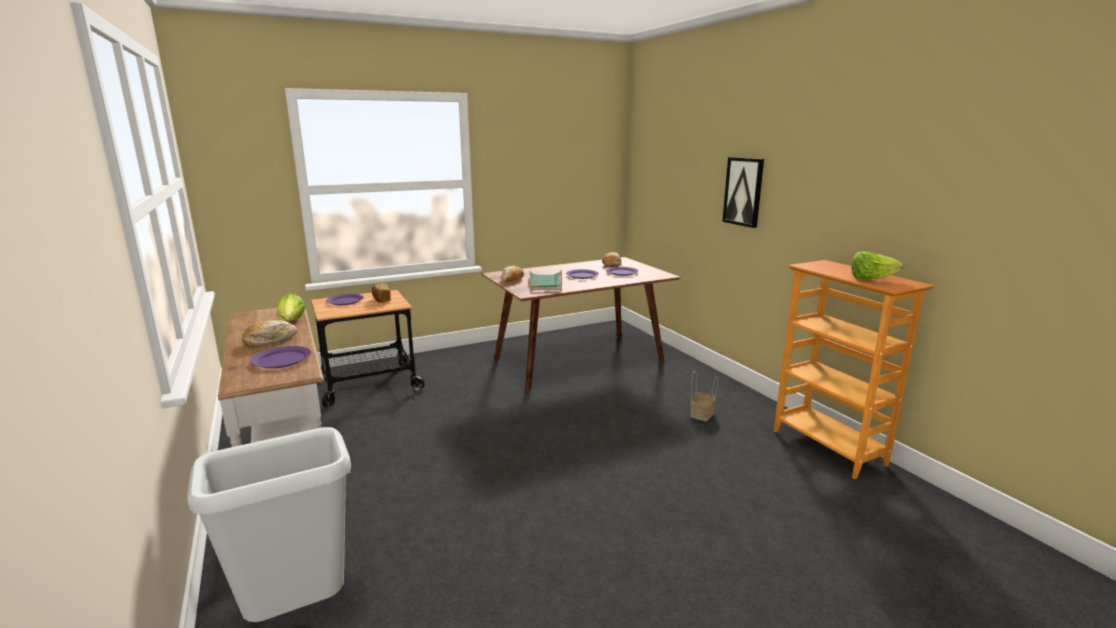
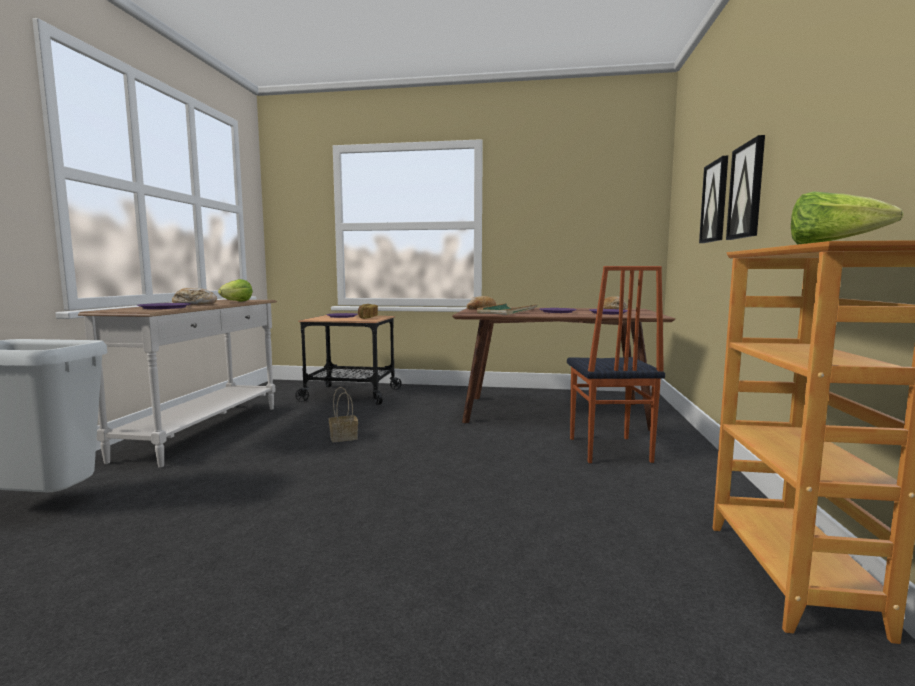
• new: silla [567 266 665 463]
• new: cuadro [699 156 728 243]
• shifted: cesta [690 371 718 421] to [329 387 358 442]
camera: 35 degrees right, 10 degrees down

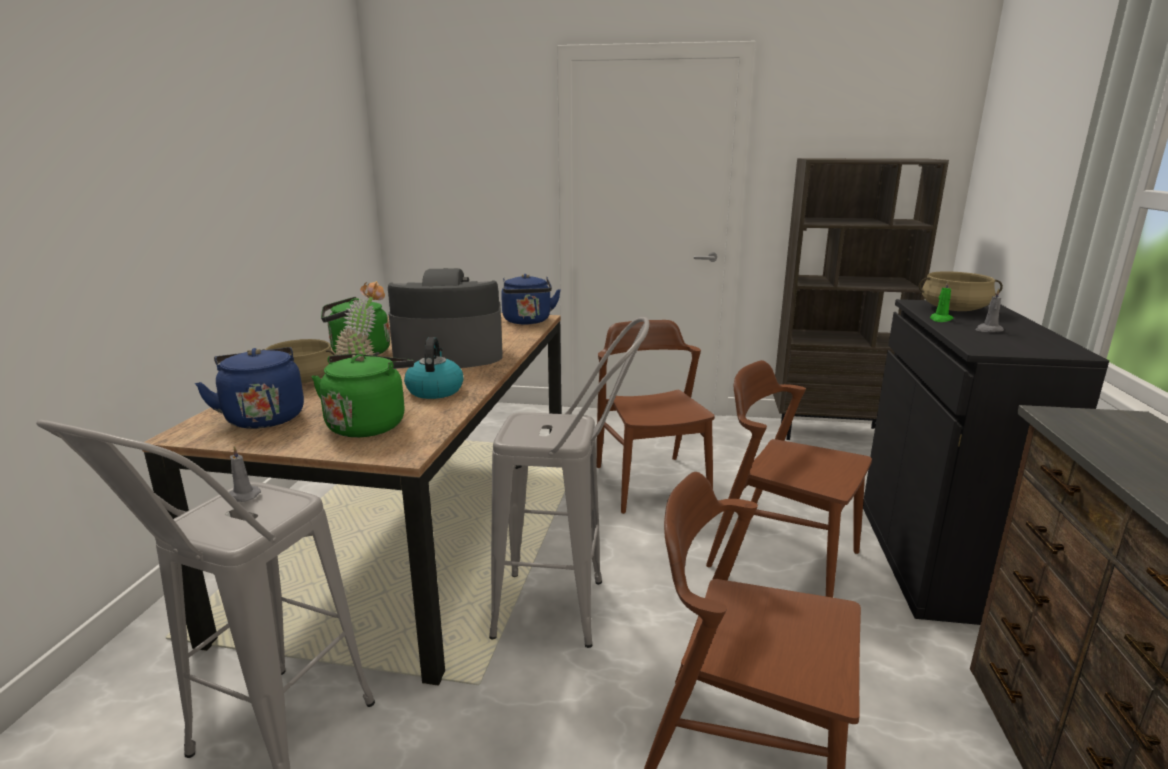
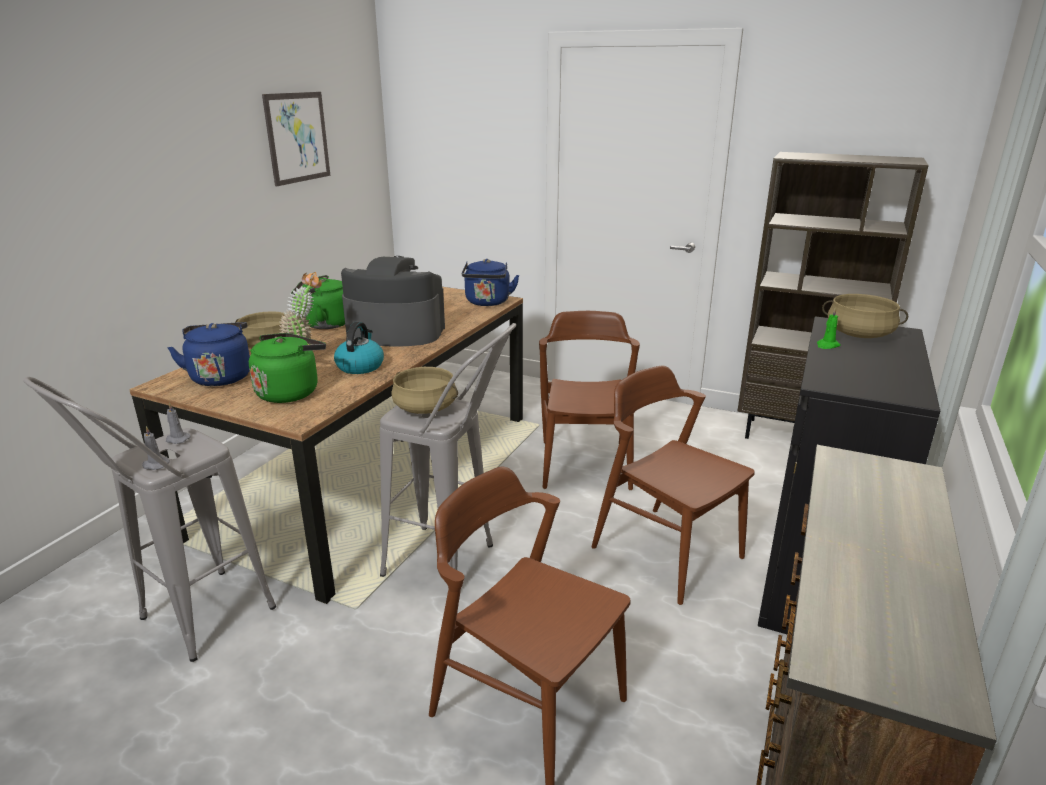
• new: cuadro [262 92 330 186]
• new: olla [beis] [391 367 458 414]
• shifted: vela [gris] [975 288 1004 332] to [142 426 170 470]
camera: 15 degrees right, 5 degrees up

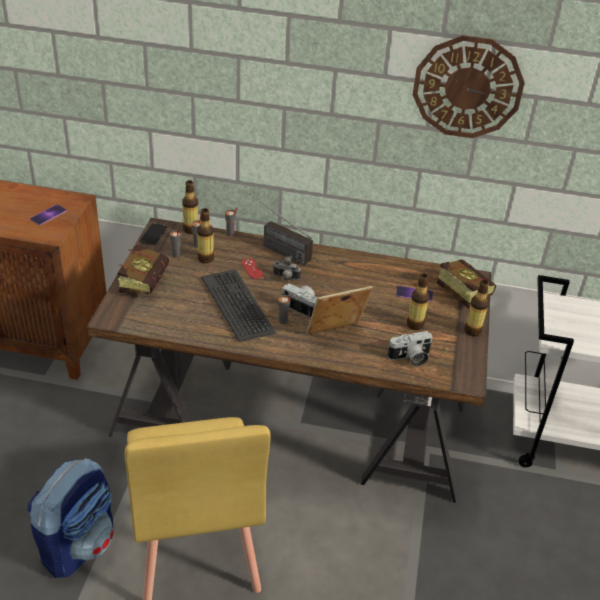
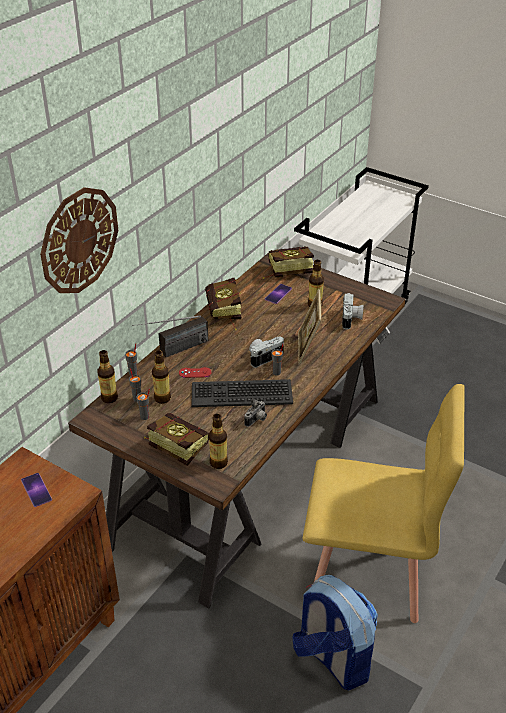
• gone: móvil [139 223 167 245]
• new: libro [205 278 241 330]
• shifted: cámara [273 256 301 281] to [244 398 267 427]
• shifted: reloj de pared [413 35 525 138] to [40 187 118 293]
• shifted: botella [464 280 489 336] to [209 414 228 469]
camera: 65 degrees left, 0 degrees up

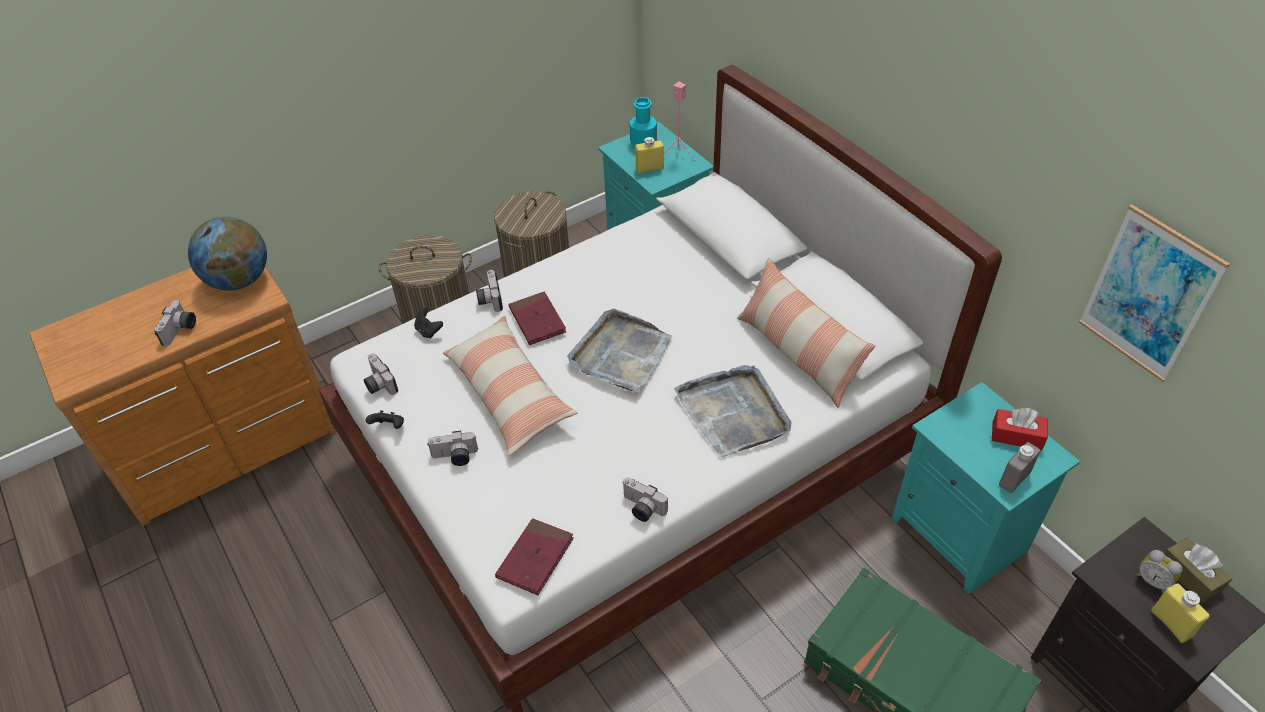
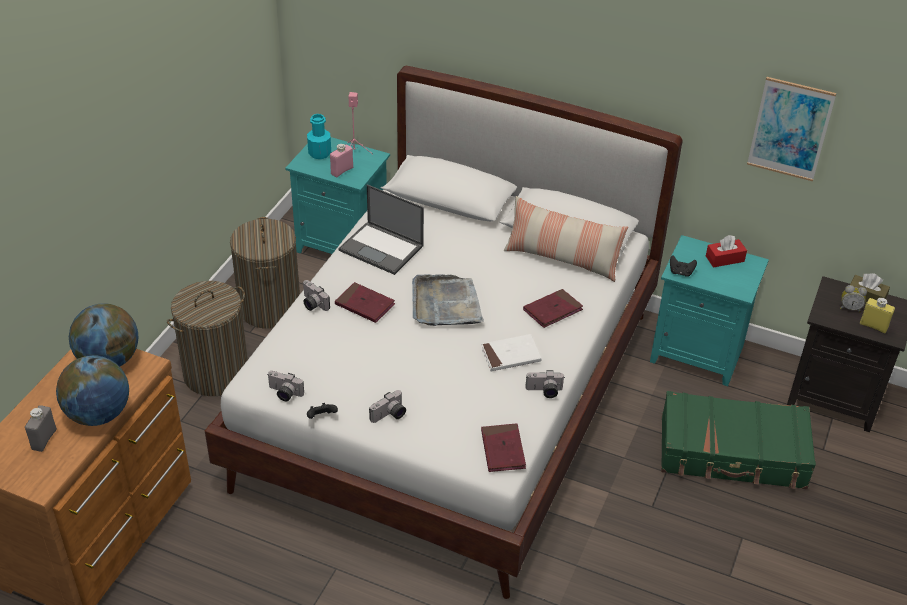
• gone: cojín [443 316 578 456]
• new: portátil [338 184 424 275]
• new: libro [blanco] [481 334 542 371]
• shifted: mando de consola [negro] [414 307 443 339] to [670 255 697 277]
• shifted: botella [gris] [999 442 1040 493] to [25 405 57 452]
• swapped: cámara [154 300 196 346] to globo terráqueo [56 355 129 426]
• swapped: bandeja [gris] [674 365 791 457] to libro [rojo] [523 289 583 328]
• repainted: botella [amarillo] [635 137 664 174] to botella [rosa] [330 144 353 177]
camera: 35 degrees left, 5 degrees down

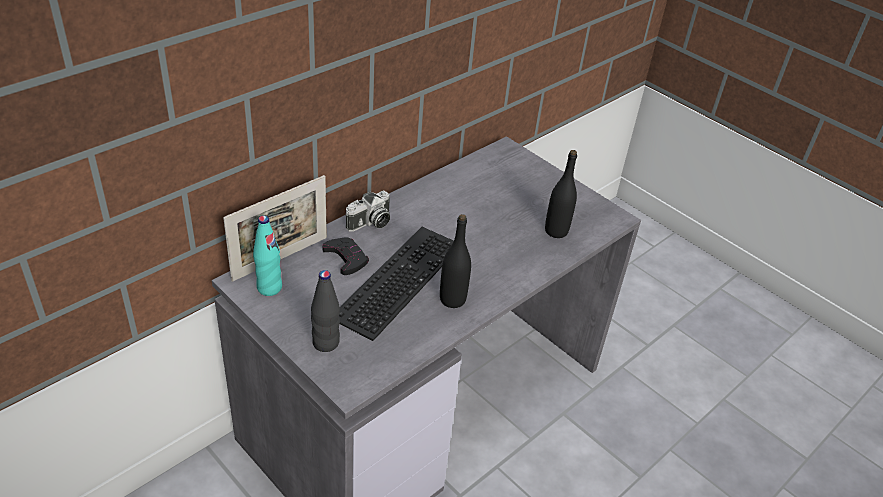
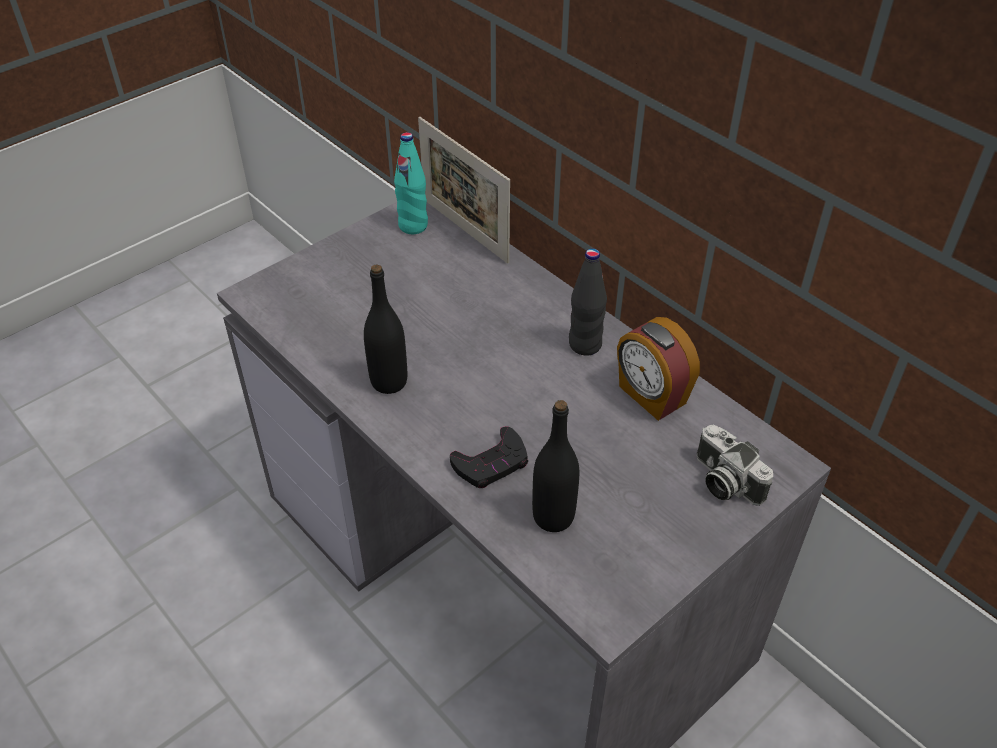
• gone: teclado [339 227 454 341]
• new: despertador [617 317 700 421]
• shifted: botella [negro] [311 270 340 352] to [569 248 607 356]
• shifted: mando de consola [negro] [323 237 369 275] to [450 426 528 488]
• shifted: cámara [346 191 390 232] to [697 425 773 506]
camera: 95 degrees right, 5 degrees up

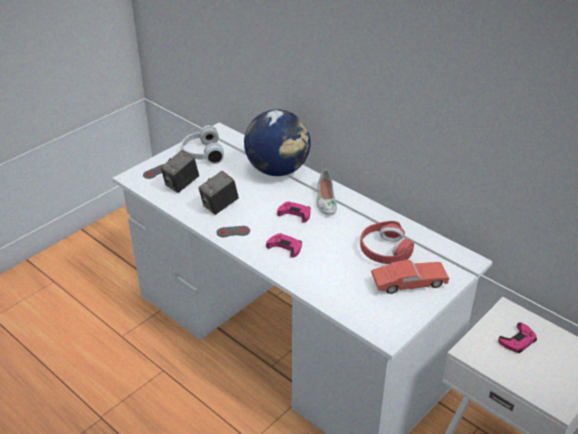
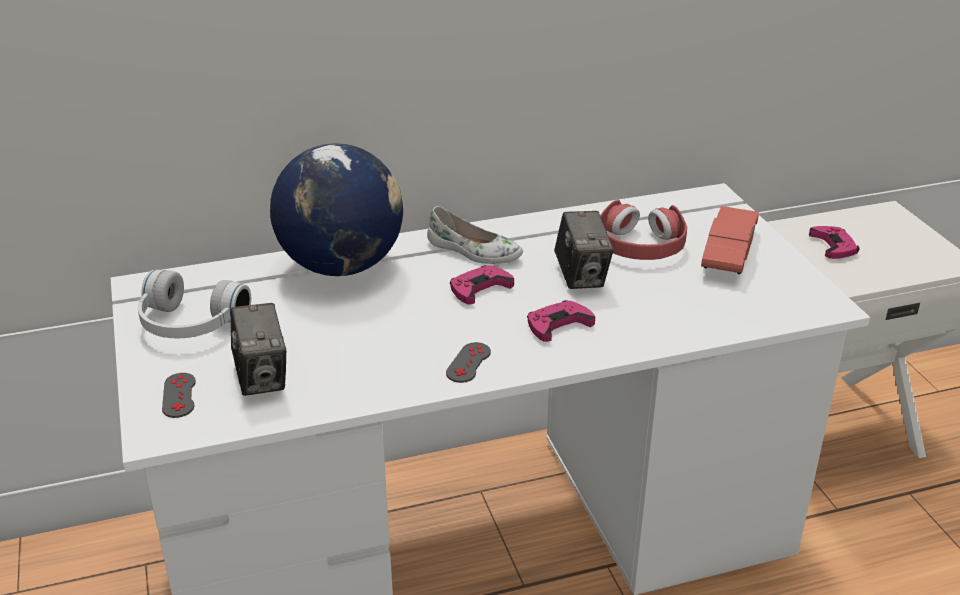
• shifted: cámara [199 171 239 215] to [554 211 614 289]
camera: 60 degrees left, 5 degrees down

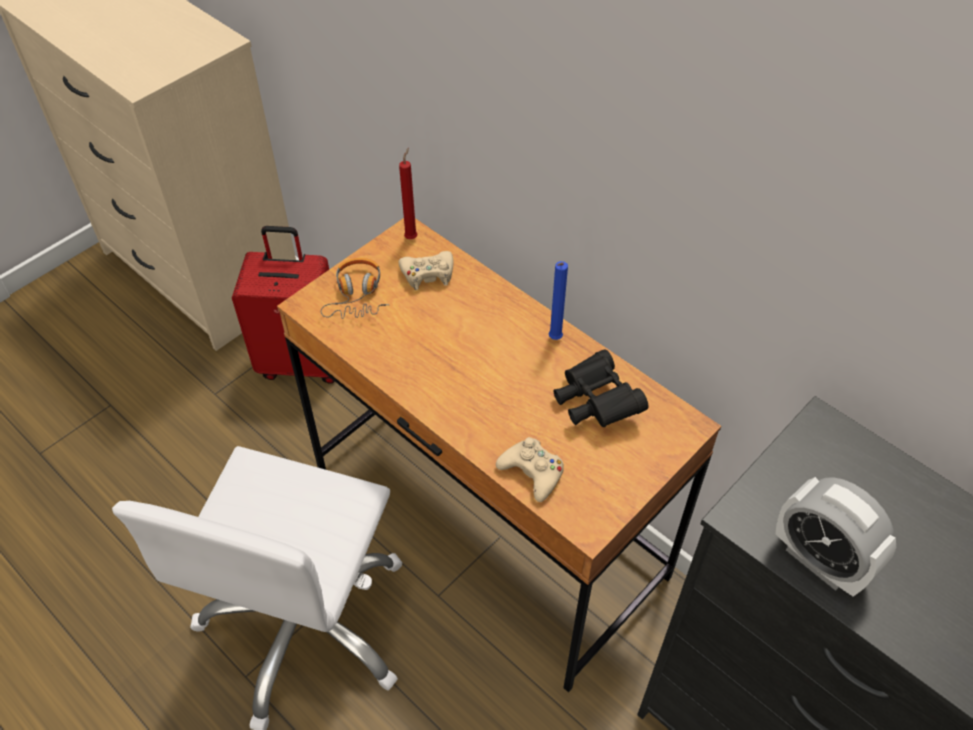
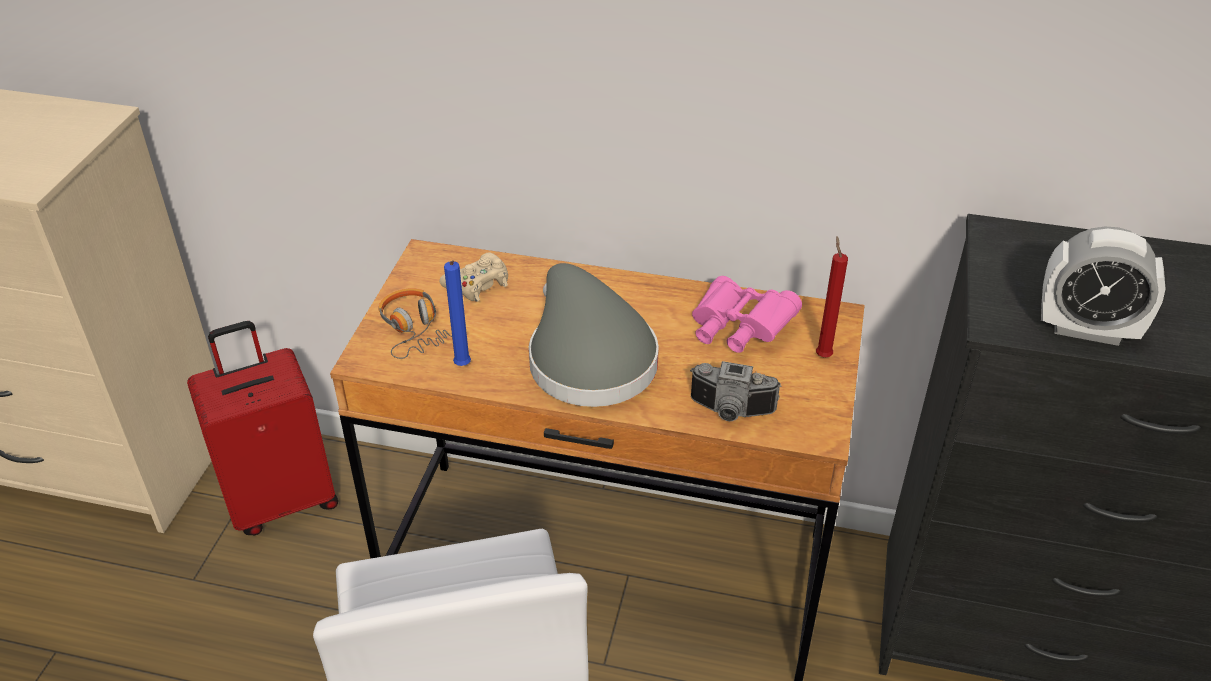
• new: sombrero [gris] [529 263 659 407]
• shifted: vela [rojo] [399 148 417 239] to [816 236 848 357]
• shifted: vela [azul] [549 261 568 340] to [444 261 471 366]
• swapped: mando de consola [beis] [496 437 564 502] to cámara [690 361 781 421]
• repainted: prismáticos [negro] [554 349 649 427] to prismáticos [rosa] [692 276 802 353]
camera: 30 degrees left, 10 degrees down

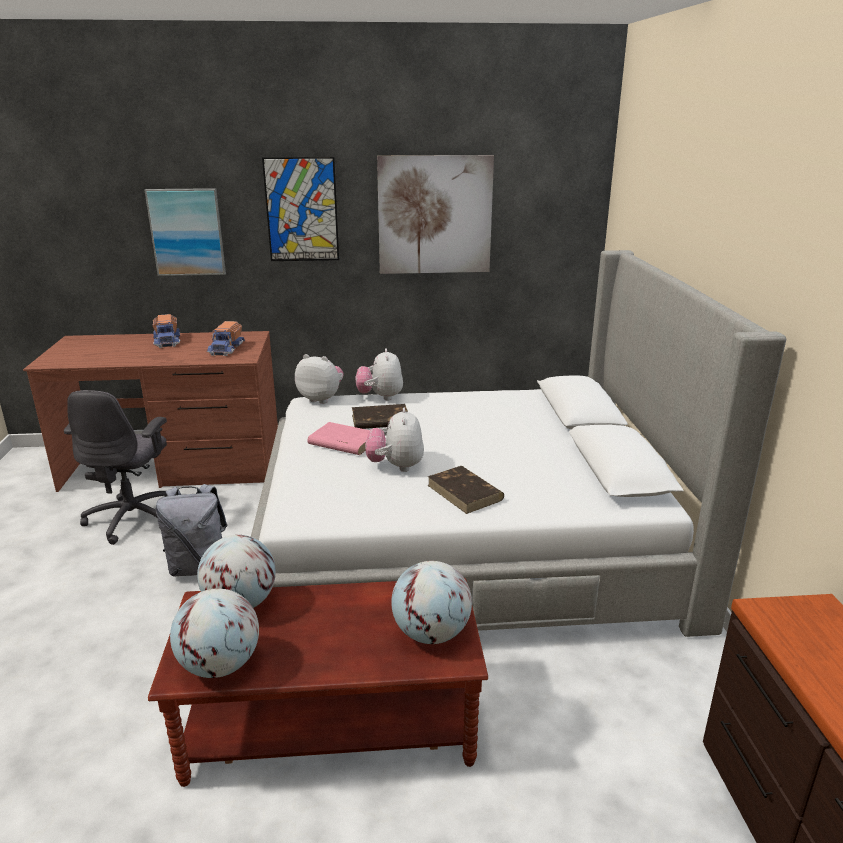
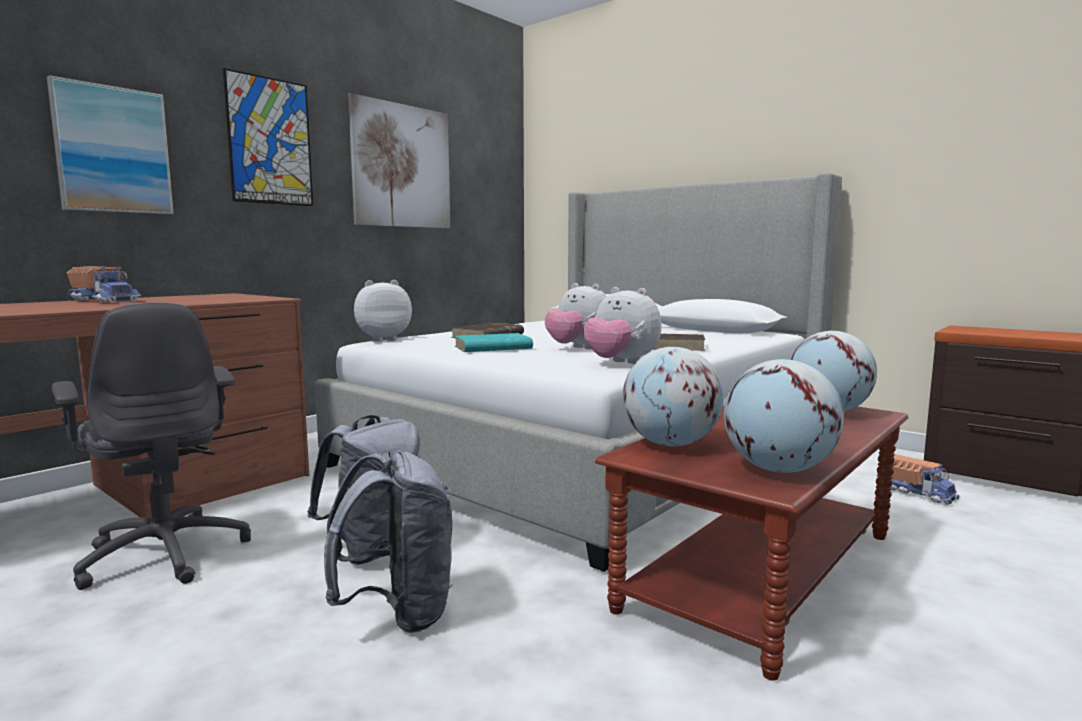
• new: mochila [gris] [324 450 453 633]
• shifted: camión de juguete [207 321 245 356] to [891 454 960 505]
• shifted: peluche [356 348 403 401] to [583 287 662 364]
• repainted: libro [rosa] [307 422 370 455] to libro [turquesa] [455 333 533 352]
camera: 45 degrees left, 15 degrees down

